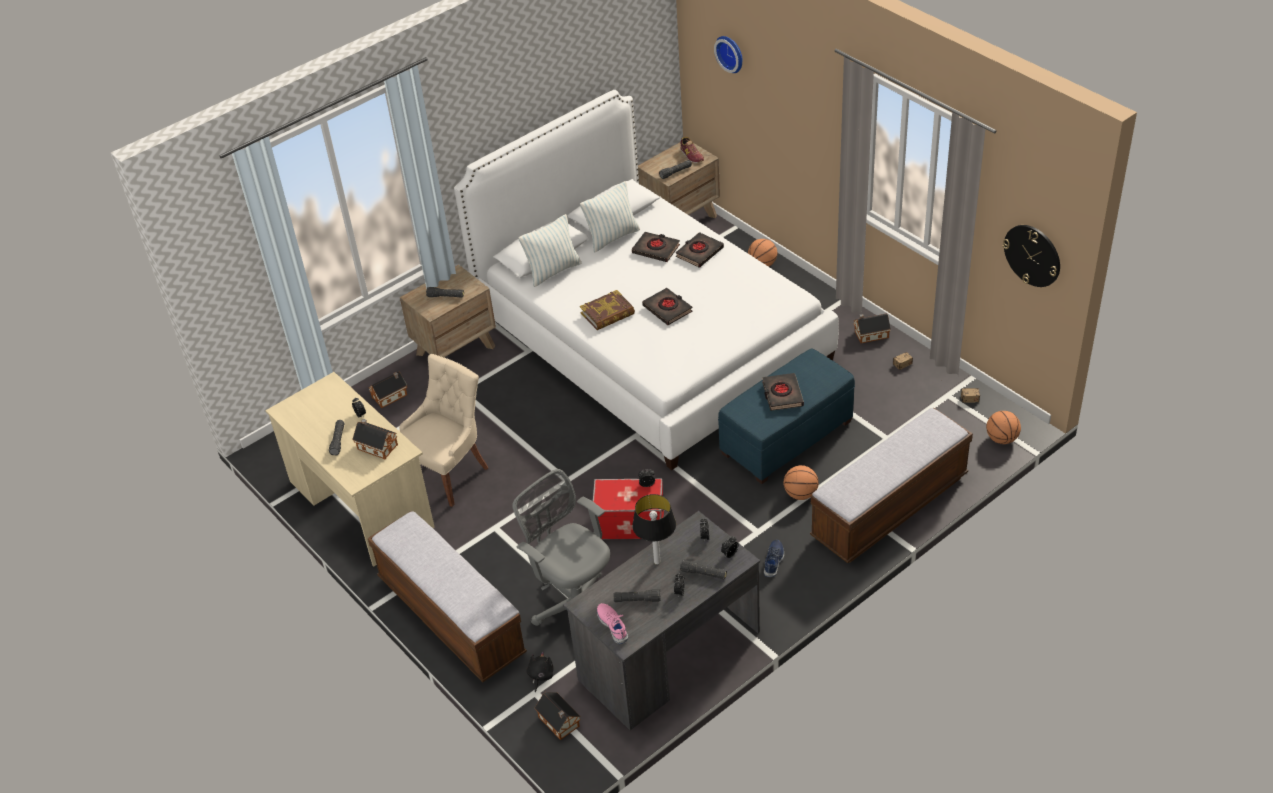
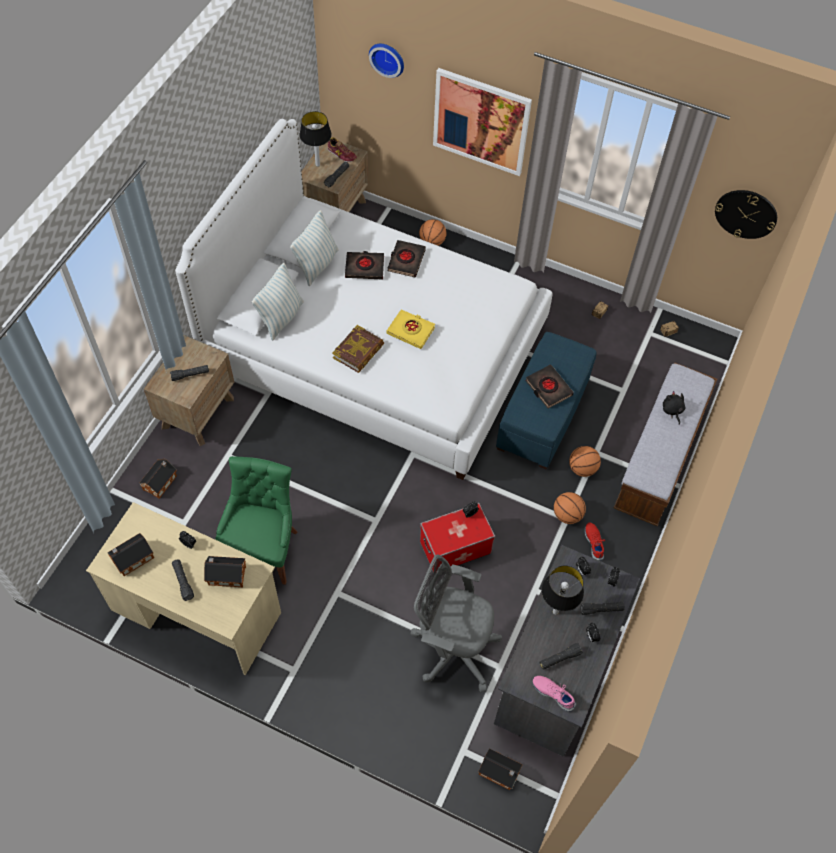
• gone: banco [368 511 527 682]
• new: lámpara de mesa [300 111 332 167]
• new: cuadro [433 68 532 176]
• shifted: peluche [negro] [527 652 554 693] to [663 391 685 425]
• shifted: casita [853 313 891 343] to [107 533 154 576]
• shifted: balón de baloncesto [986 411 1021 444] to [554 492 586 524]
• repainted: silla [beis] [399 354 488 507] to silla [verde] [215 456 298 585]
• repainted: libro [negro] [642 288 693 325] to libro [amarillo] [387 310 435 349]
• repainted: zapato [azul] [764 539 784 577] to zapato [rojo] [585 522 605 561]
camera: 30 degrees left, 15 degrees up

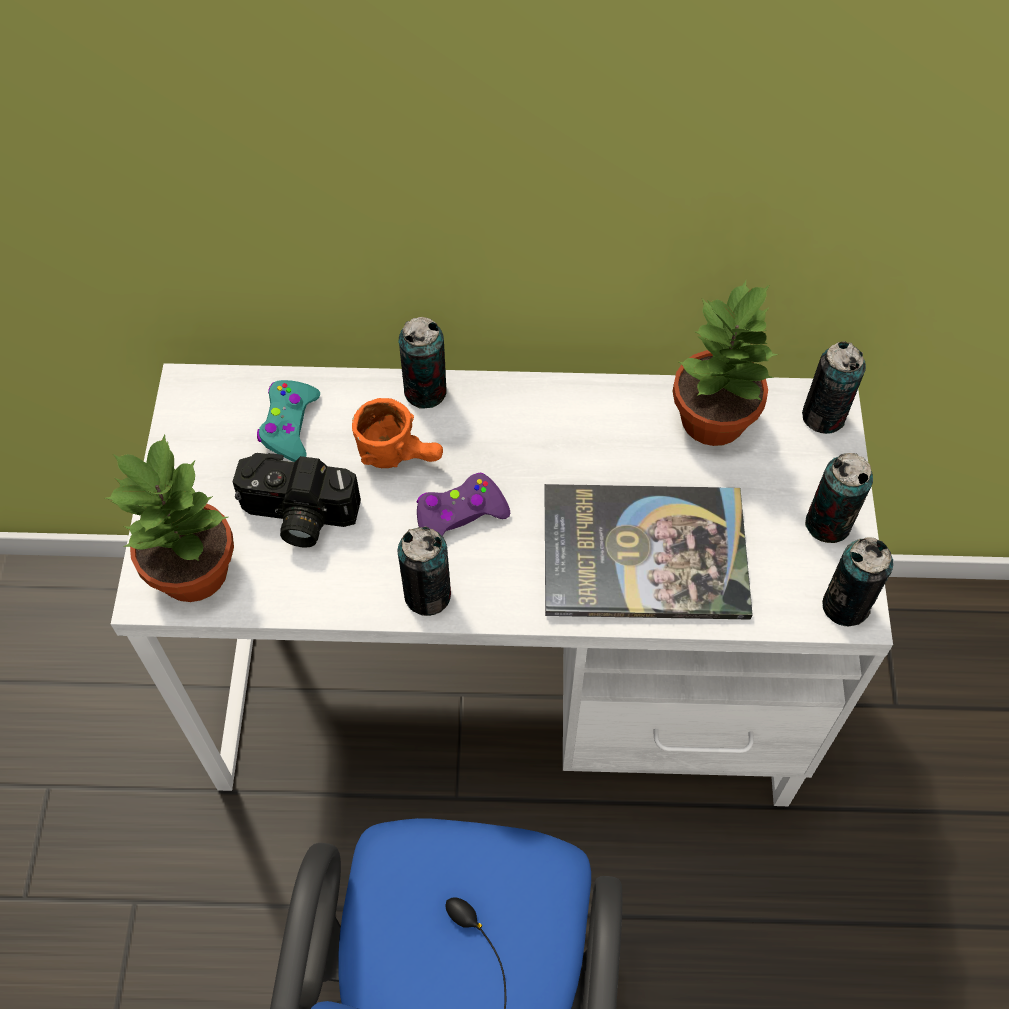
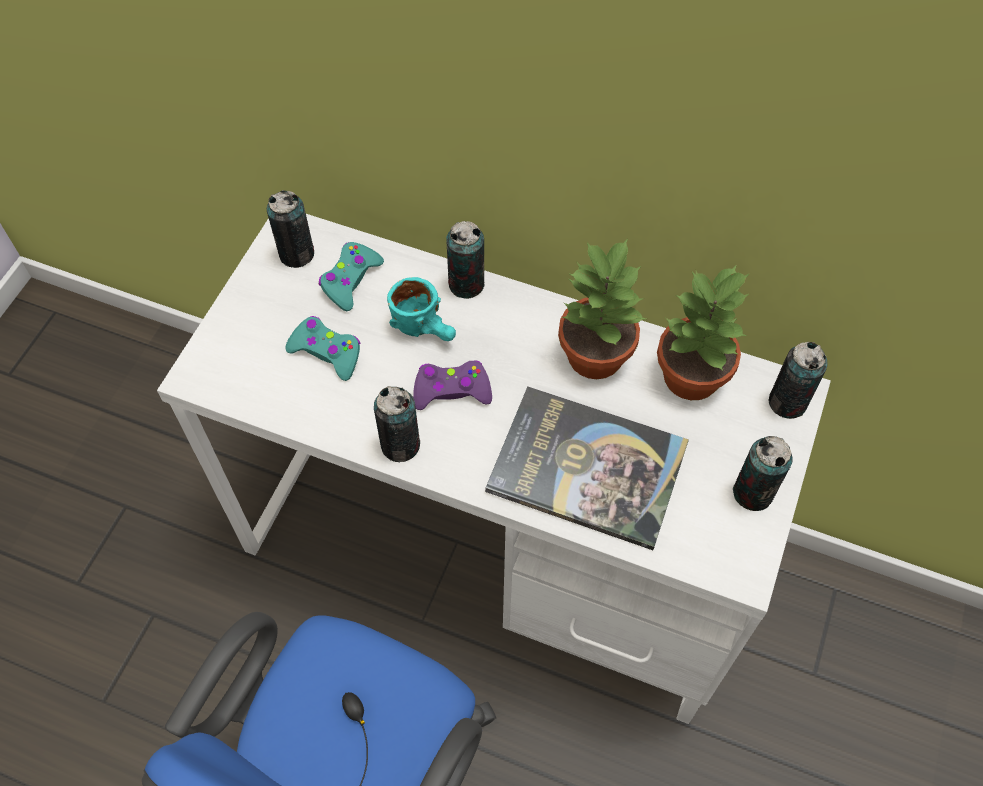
• shifted: planta en maceta [105 434 234 602] to [558 238 646 379]
• shifted: lata [822 538 894 626] to [267 190 314 268]
• swapped: cámara [232 453 361 548] to mando de consola [turquesa] [285 316 360 381]
• repainted: taza grande [naranja] [352 398 443 468] to taza grande [turquesa] [387 277 456 341]
camera: 20 degrees right, 0 degrees up

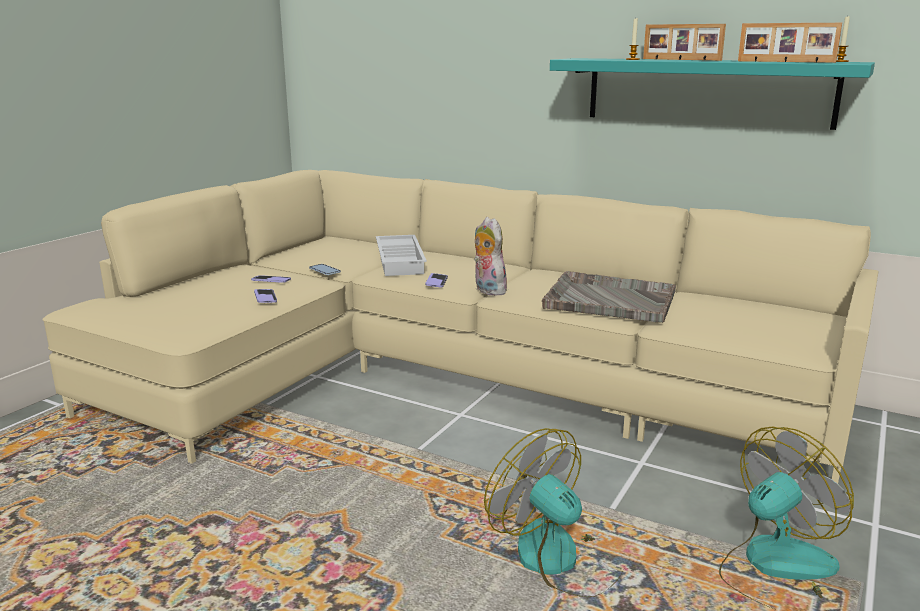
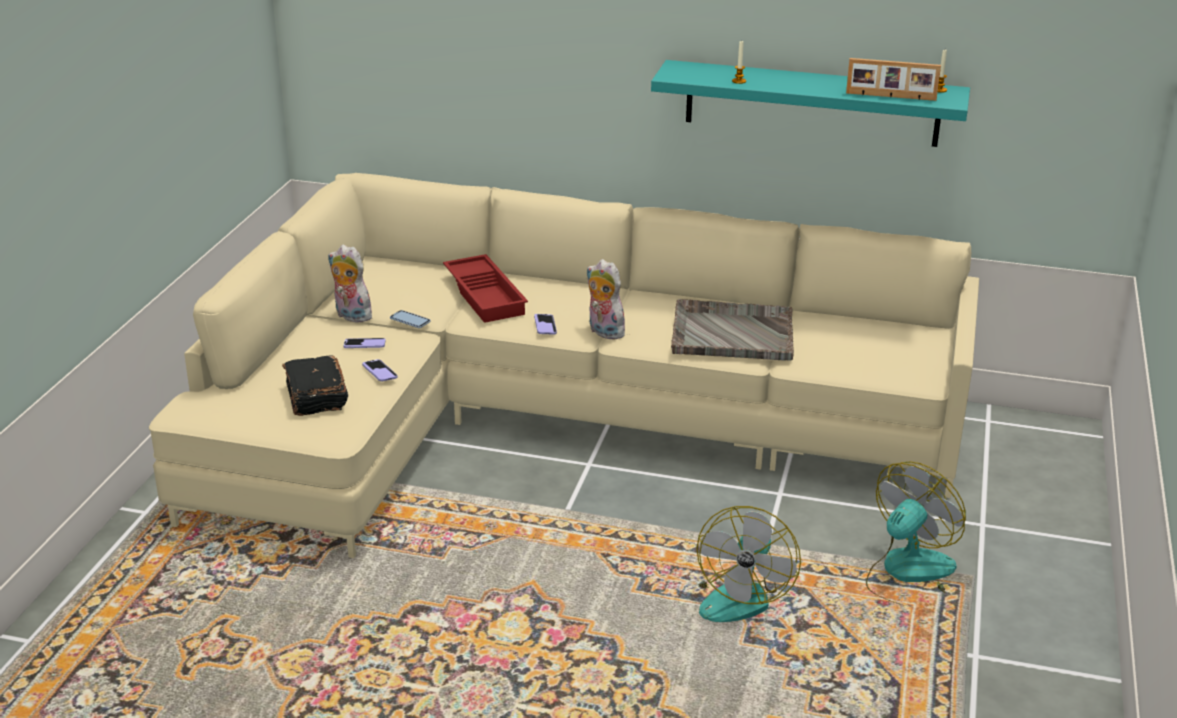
• gone: portarretratos [643 24 726 61]
• new: libro [negro] [282 355 348 416]
• new: peluche [328 244 372 323]
• repainted: bandeja [blanco] [376 235 427 276] to bandeja [rojo] [443 254 528 323]
• rotated: ventilador [484 428 624 597] = [697 506 801 622] 105 degrees counterclockwise
camera: 15 degrees left, 10 degrees up

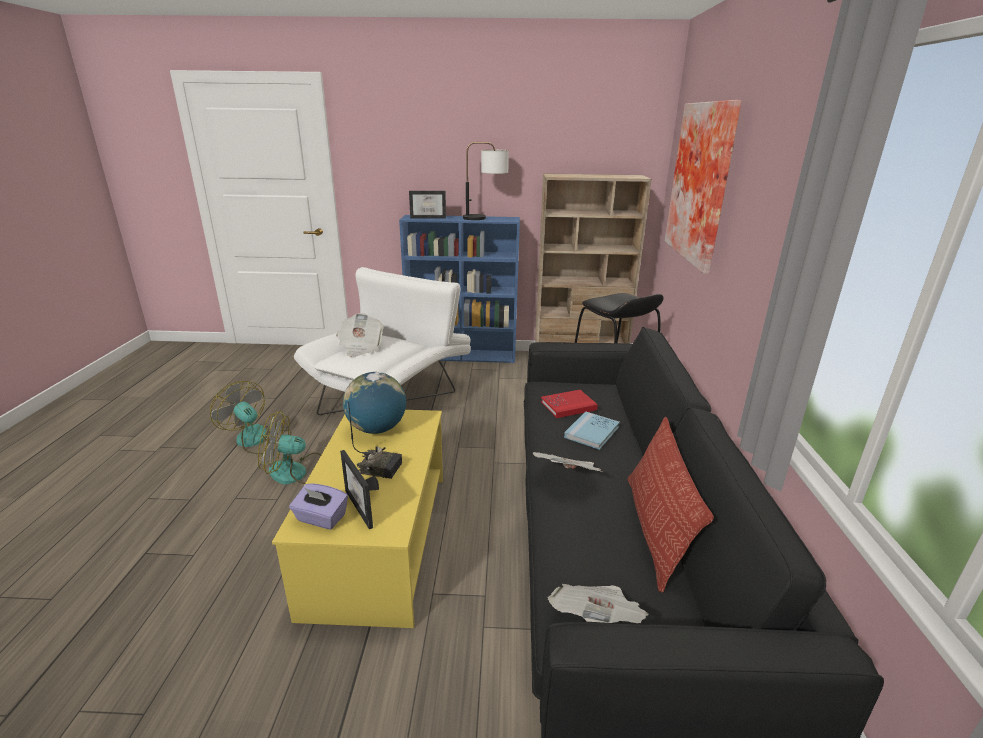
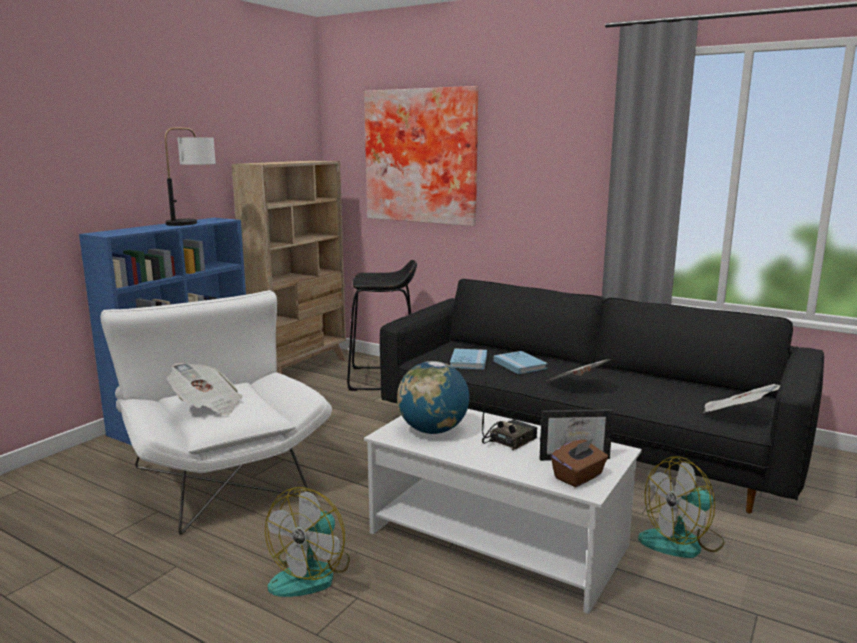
• gone: portarretratos [409 191 446 219]
• gone: cojín [628 417 714 593]
• shifted: ventilador [210 381 292 454] to [638 456 725 558]
• repainted: mesa de centro [amarillo] [272 410 443 628] to mesa de centro [blanco] [364 409 642 614]
• repainted: caja de pañuelos [morado] [289 483 348 529] to caja de pañuelos [marrón] [551 438 608 487]
• repainted: libro [rojo] [541 390 598 418] to libro [azul] [450 349 487 369]
camera: 60 degrees left, 10 degrees down

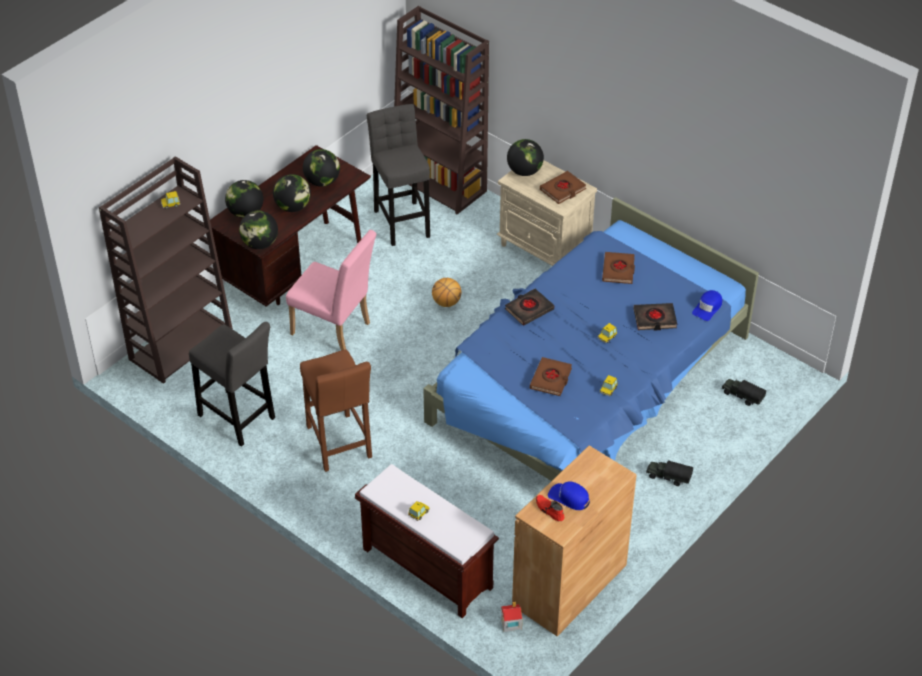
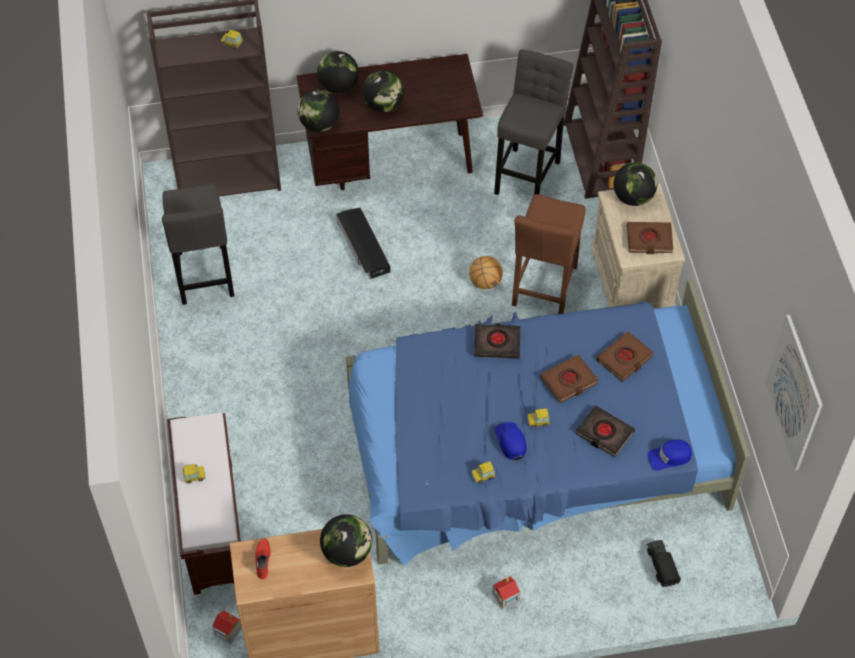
• new: cuadro [765 314 823 470]
• shifted: taburete [marrón] [300 349 372 472] to [512 194 586 314]
• shifted: globo terráqueo [303 149 340 187] to [320 514 372 567]
• shifted: libro [marrón] [530 357 572 396] to [540 355 598 403]
• shifted: gorra [azul] [548 481 590 510] to [494 422 526 460]
• swapped: silla [rosa] [286 230 377 350] to caja de almacenaje [negro] [336 208 391 279]
• swapped: camión de juguete [646 460 693 486] to casita [492 576 520 609]
camera: 40 degrees right, 10 degrees up

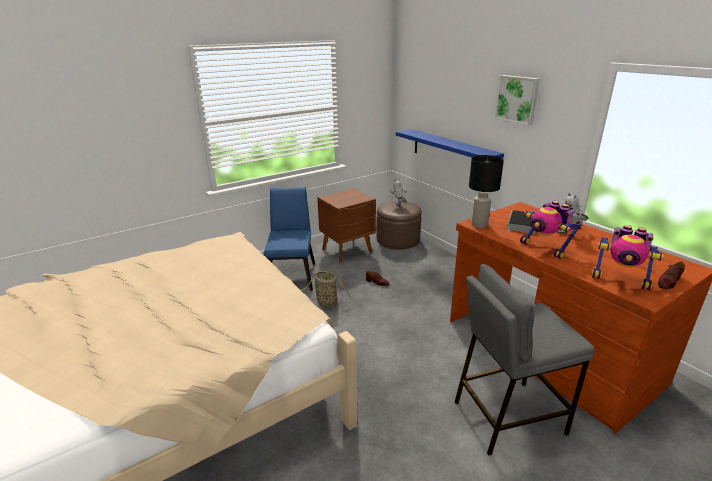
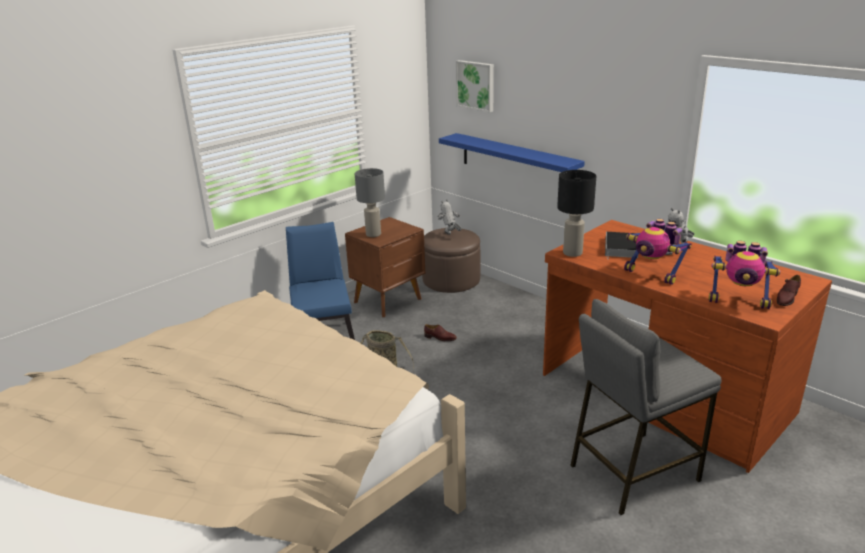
• new: lámpara de mesa [gris] [355 168 385 237]
• shifted: cuadro [494 75 540 125] to [456 60 494 112]
camera: 10 degrees left, 0 degrees up

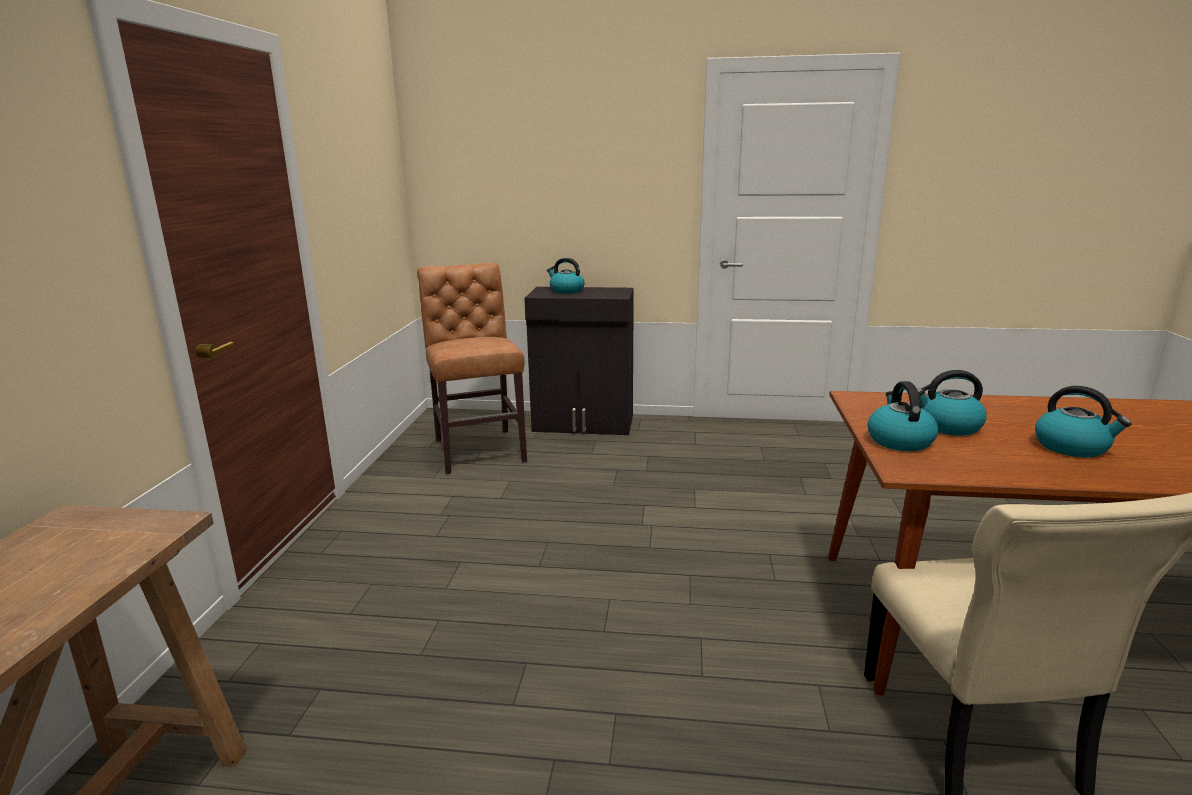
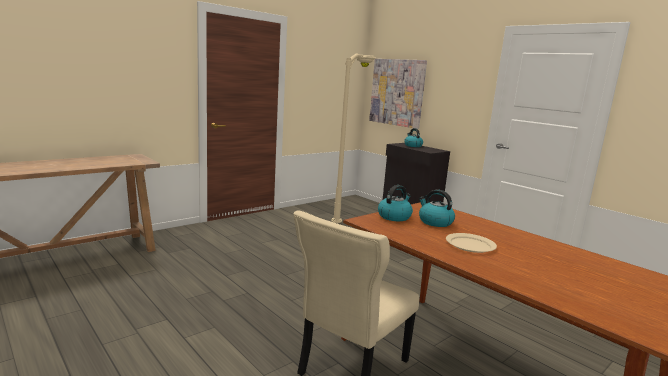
• new: cuadro [369 59 427 129]
• swapped: silla [marrón] [417 263 527 474] to lámpara de pie [beis] [331 54 376 223]
• swapped: hervidor [1035 386 1132 458] to plato [beis] [446 233 497 253]
camera: 40 degrees right, 5 degrees down

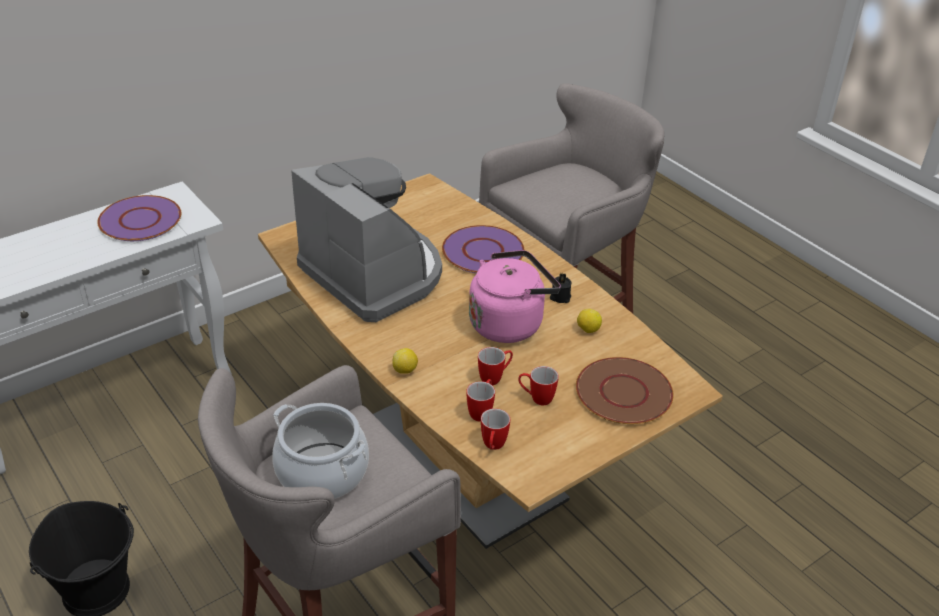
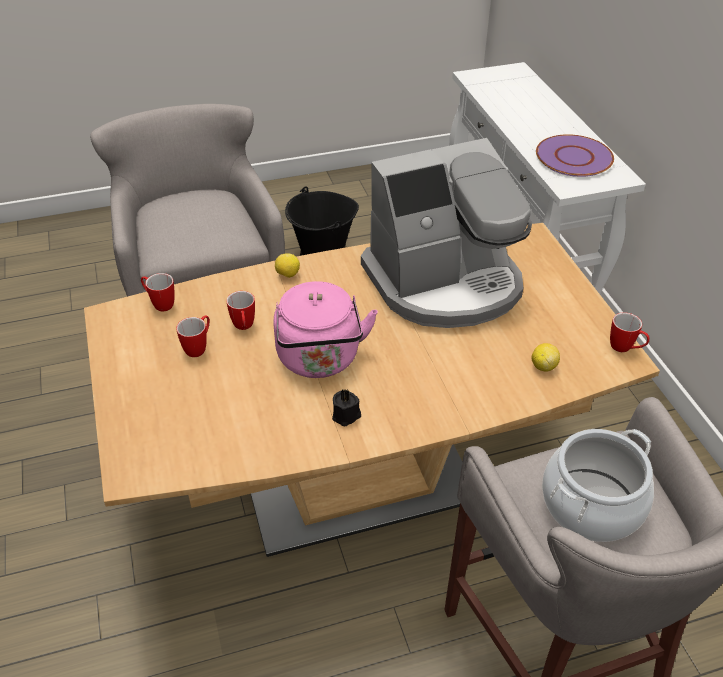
• gone: plato [morado] [442 225 524 274]
• gone: plato [marrón] [576 357 674 424]
• shifted: olla [272 403 369 499] to [542 429 654 542]
• shifted: taza grande [466 379 495 422] to [610 312 650 352]
• shifted: limón [577 309 602 333] to [531 343 560 372]
camera: 110 degrees right, 5 degrees up

